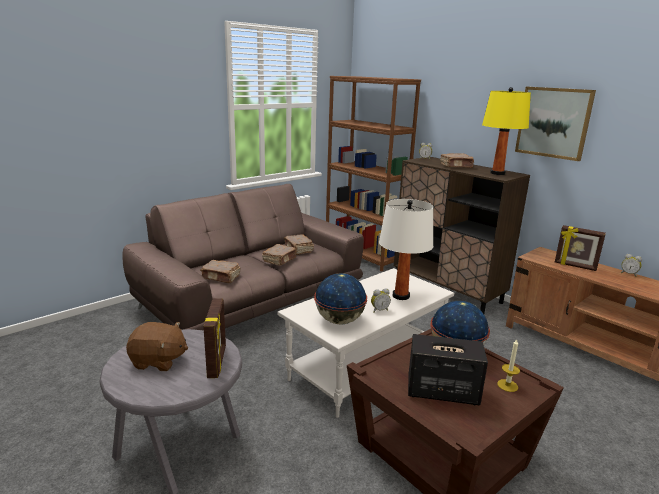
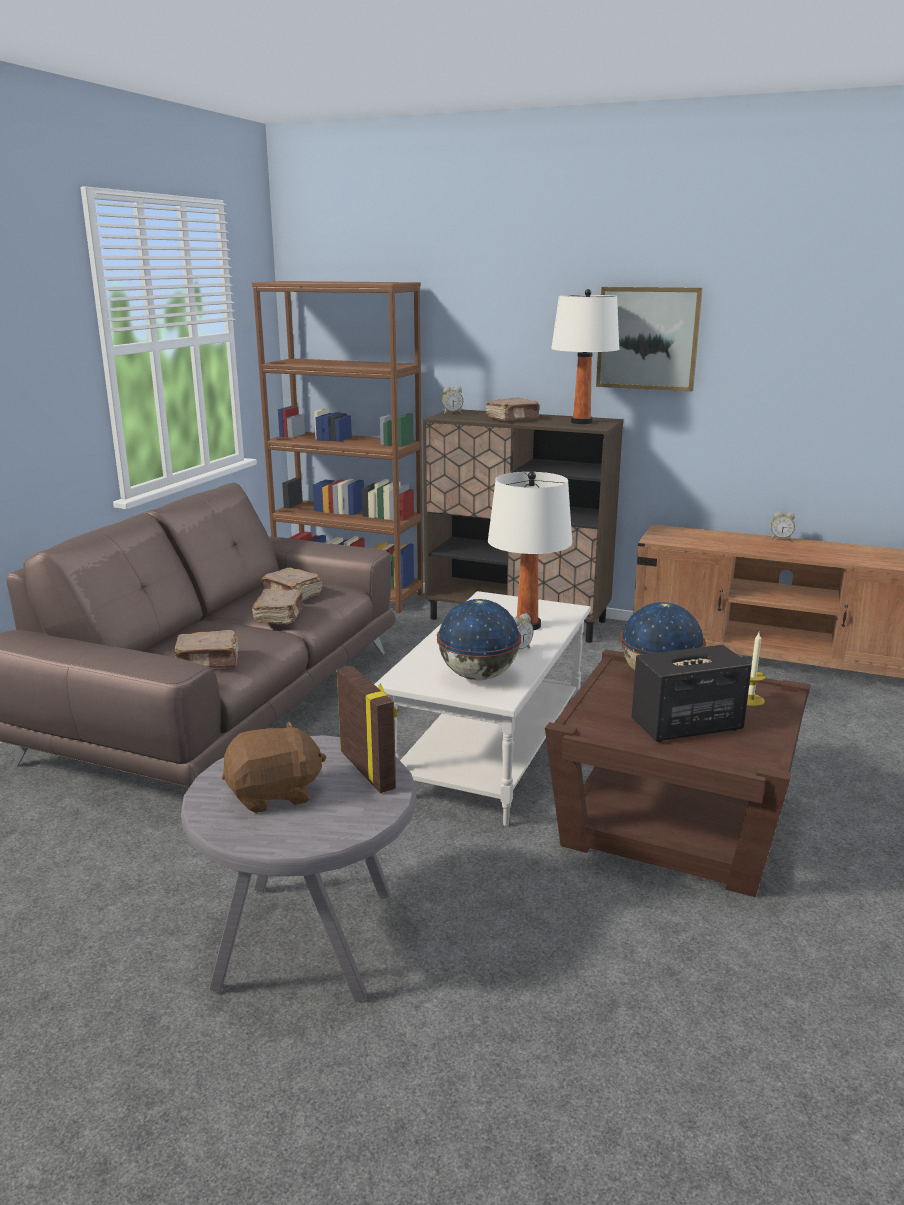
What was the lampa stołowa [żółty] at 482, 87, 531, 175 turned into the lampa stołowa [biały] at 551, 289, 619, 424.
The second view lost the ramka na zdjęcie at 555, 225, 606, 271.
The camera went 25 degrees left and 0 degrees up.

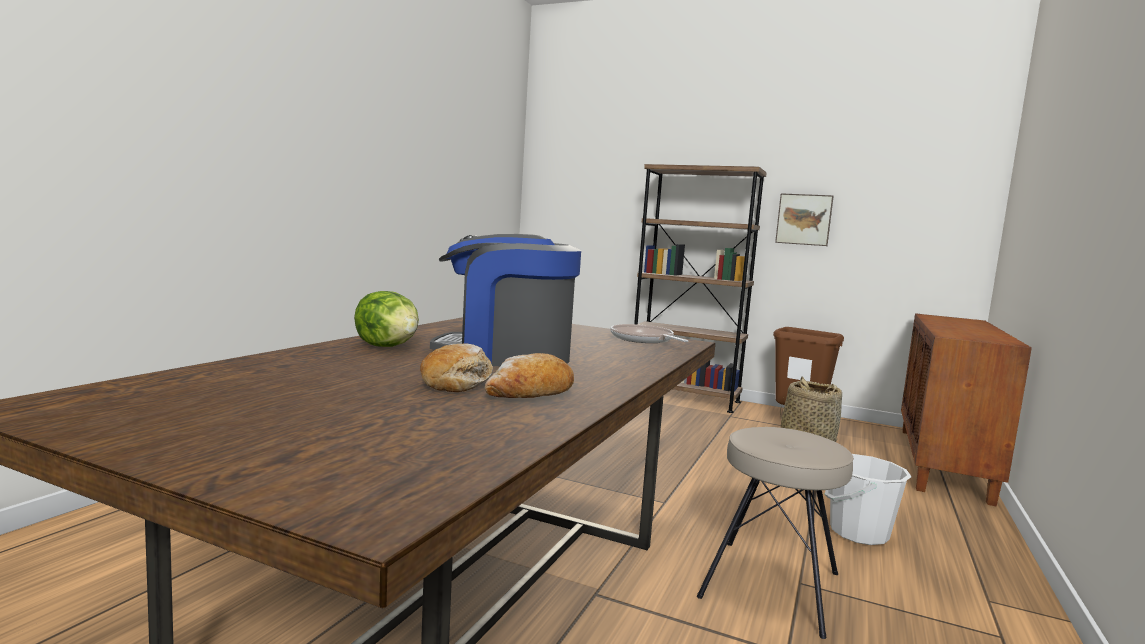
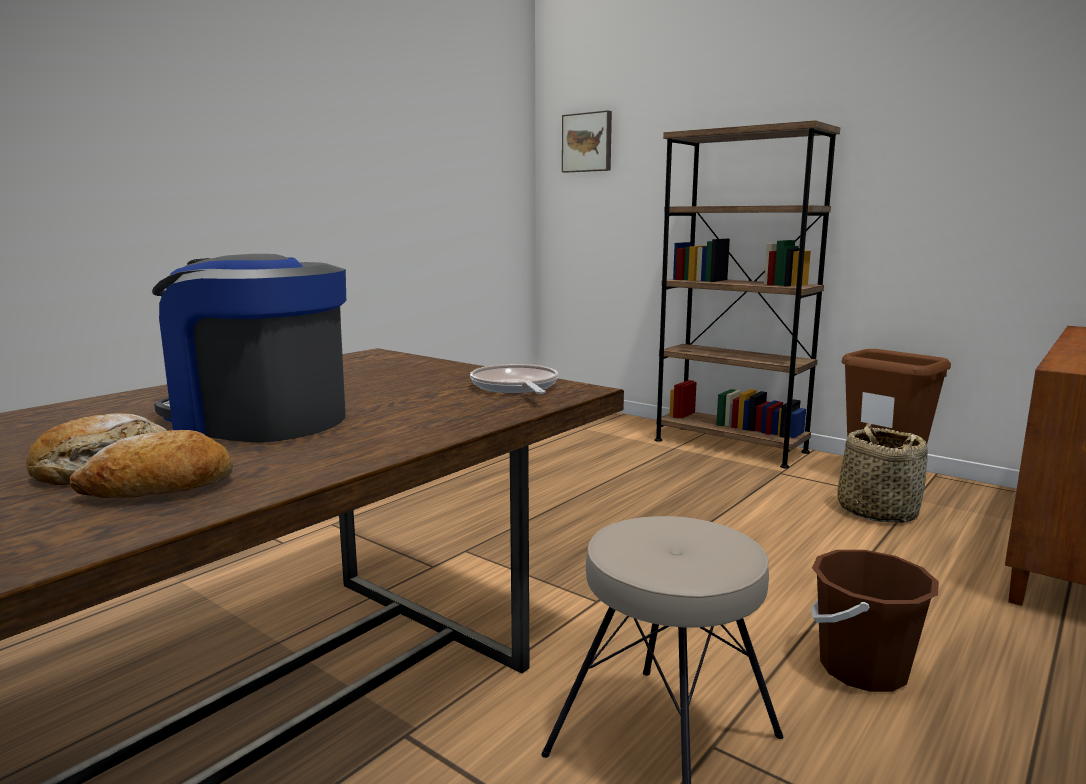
The second view lost the sałata at 354, 291, 419, 347.
The obraz ended up elsewhere, having gone from 775, 193, 834, 246 to 562, 110, 612, 172.
What was the wiadro [biały] at 825, 454, 912, 545 turned into the wiadro [brązowy] at 811, 550, 939, 692.
The camera went 15 degrees right and 5 degrees up.

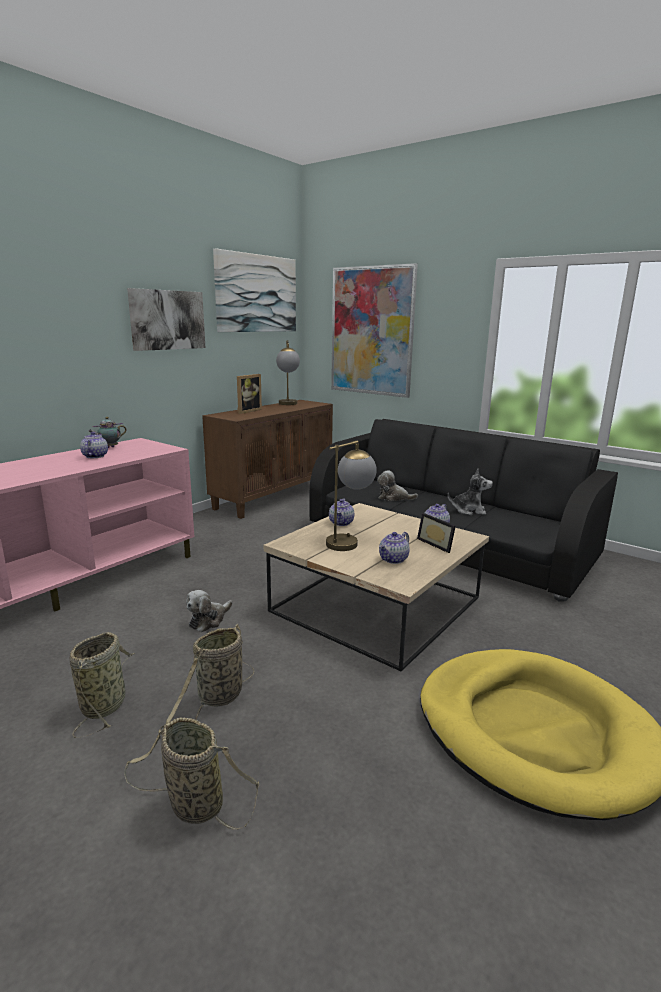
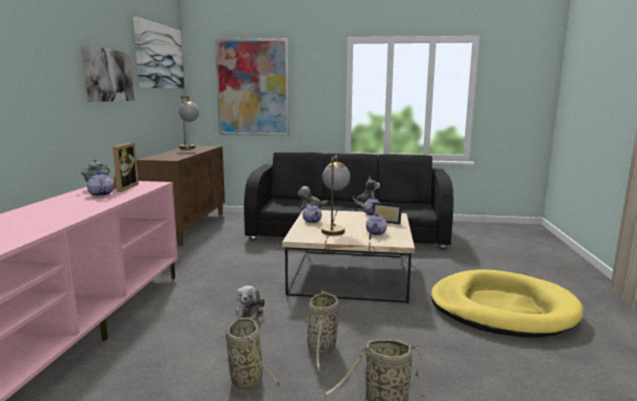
The ramka na zdjęcie ended up elsewhere, having gone from 237, 374, 262, 414 to 113, 143, 139, 192.
The camera went 30 degrees left and 5 degrees down.

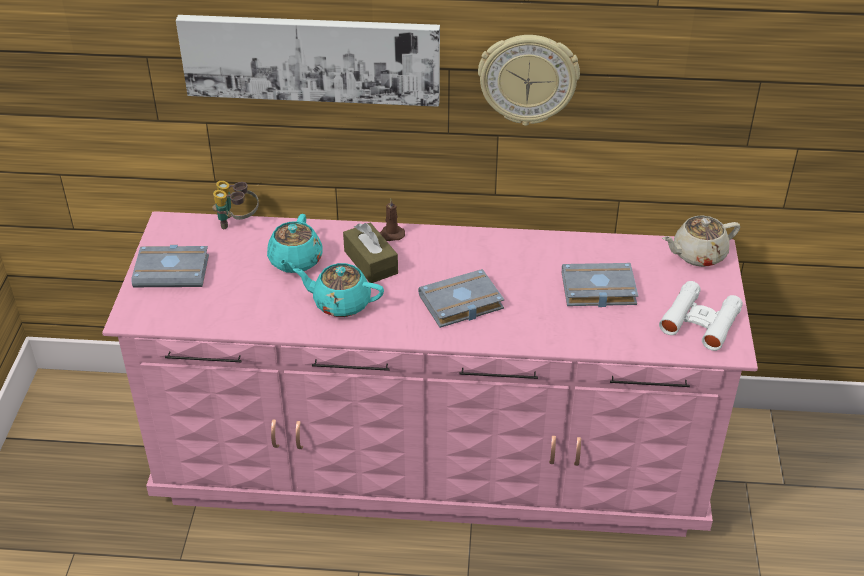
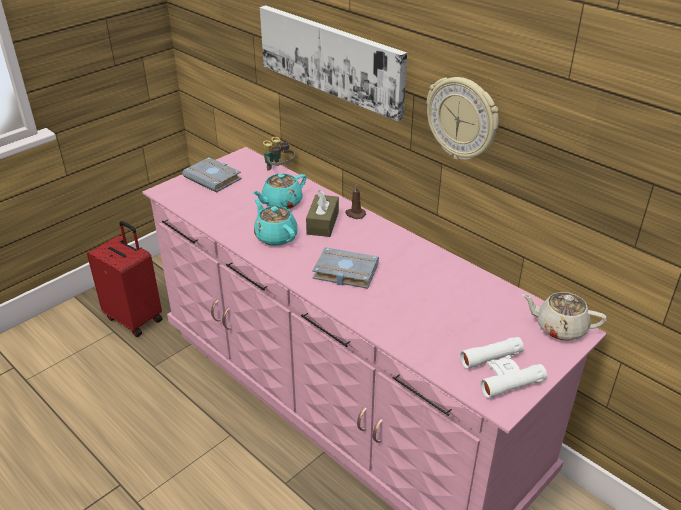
The second view lost the książka [szary] at 562, 263, 638, 307.
The second view gained the walizka [czerwony] at 87, 221, 163, 337.
The camera went 40 degrees right and 5 degrees down.

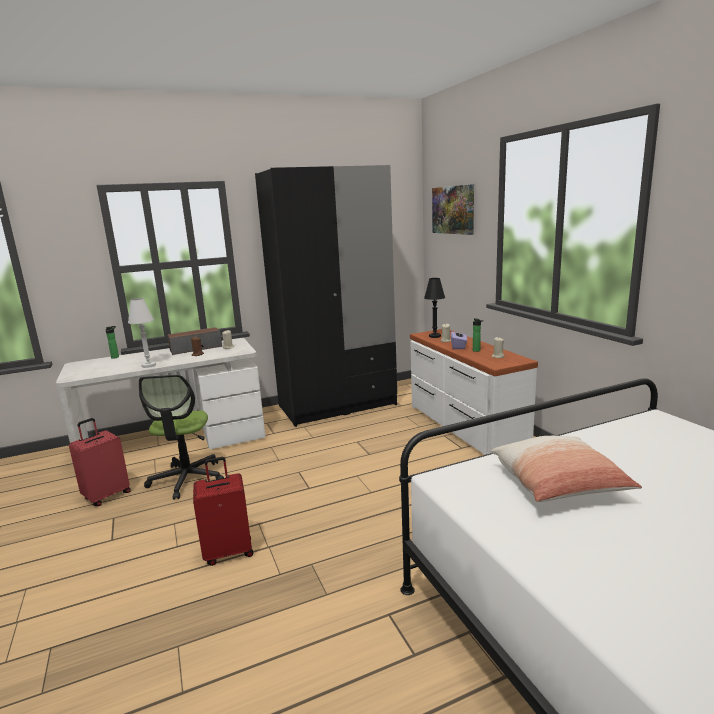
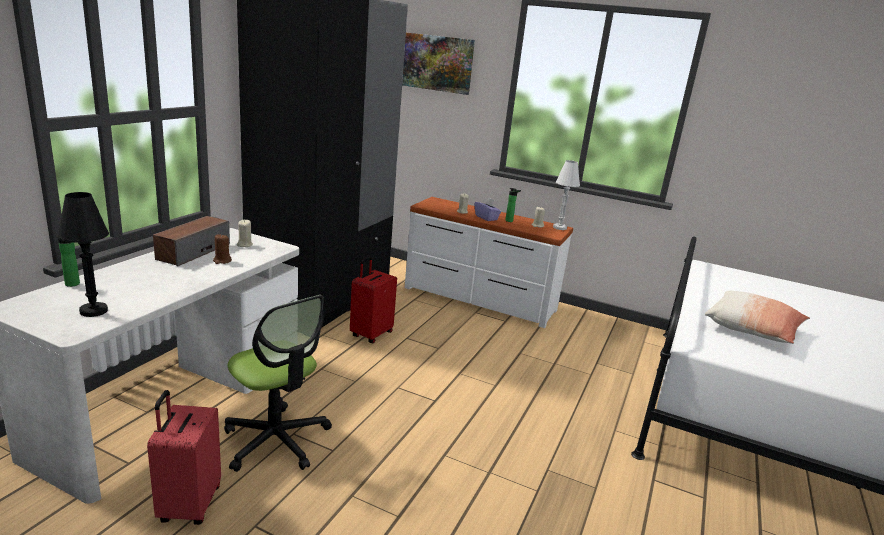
The lampa stołowa [biały] ended up elsewhere, having gone from 128, 298, 156, 368 to 553, 160, 580, 230.
The walizka [czerwony] ended up elsewhere, having gone from 193, 457, 253, 566 to 350, 256, 397, 344.
The lampa stołowa [czarny] ended up elsewhere, having gone from 424, 278, 445, 338 to 58, 192, 109, 317.
The camera went 45 degrees left and 5 degrees up.

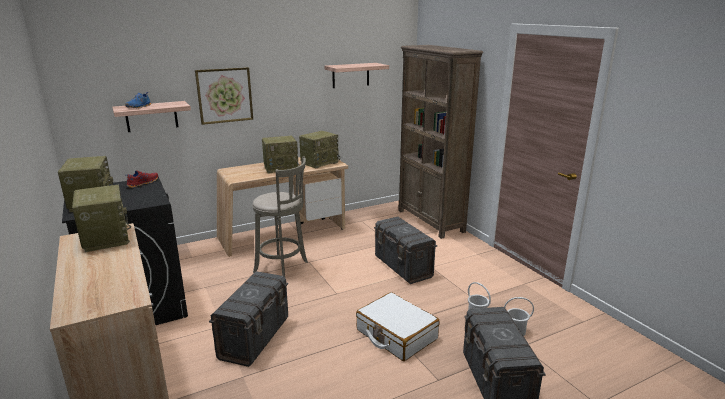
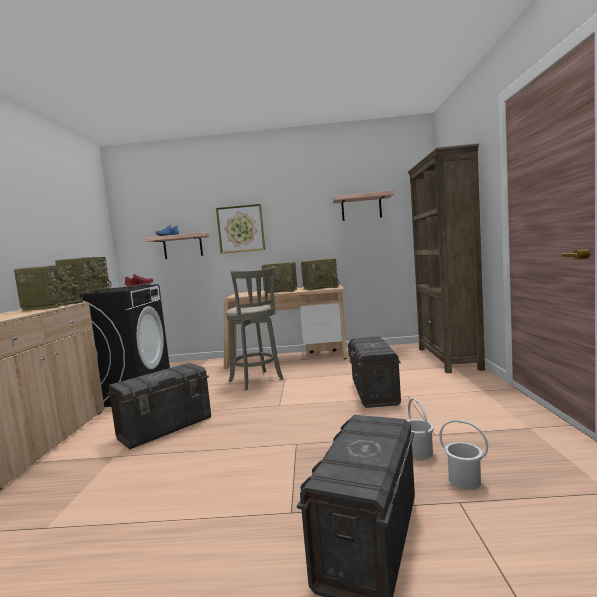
The second view lost the walizka [biały] at 356, 292, 439, 361.
The camera went 30 degrees right and 15 degrees down.

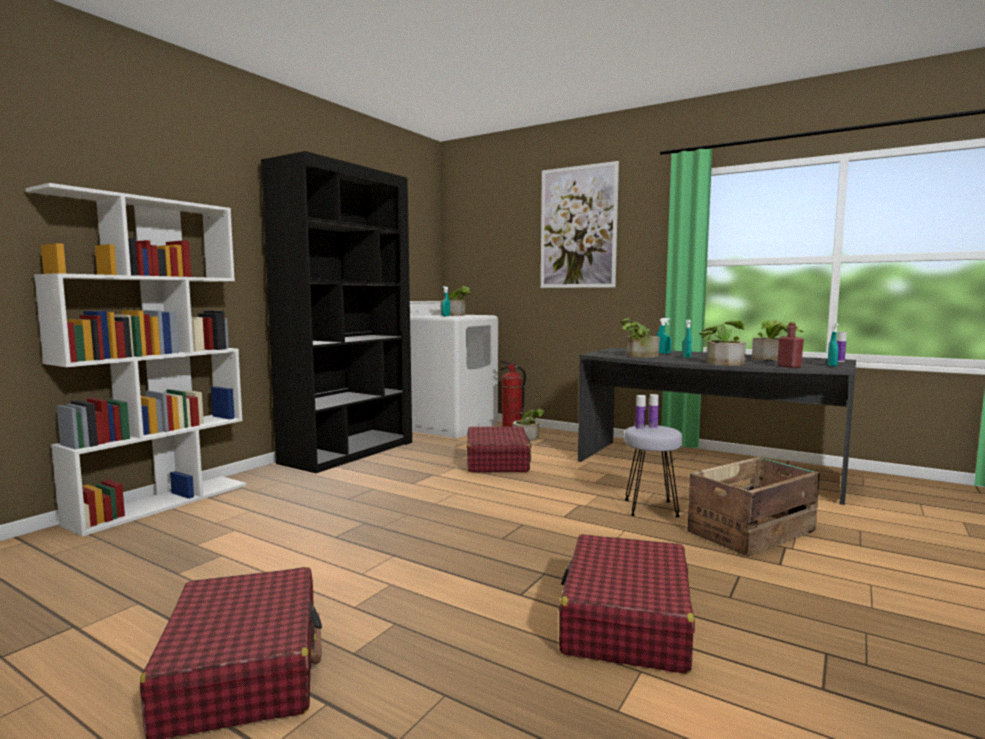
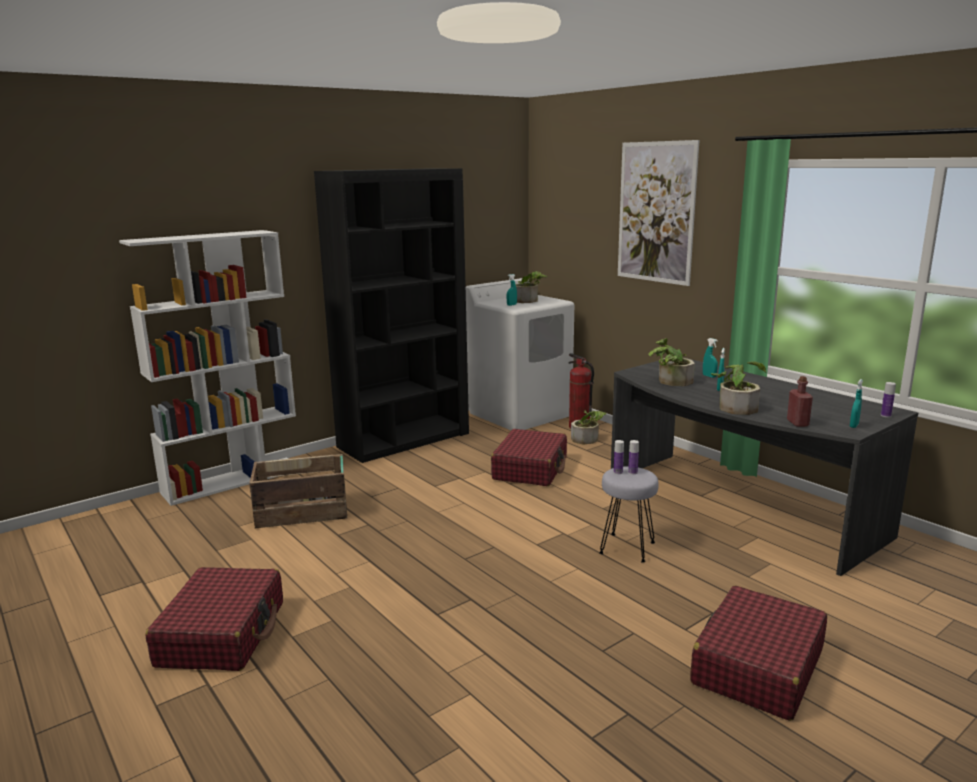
The walizka [czerwony] ended up elsewhere, having gone from 559, 534, 695, 674 to 691, 585, 827, 721.
The skrzynka ended up elsewhere, having gone from 687, 457, 820, 557 to 249, 454, 347, 528.
The second view lost the roślina doniczkowa at 752, 320, 803, 361.
The camera went 20 degrees right and 10 degrees up.

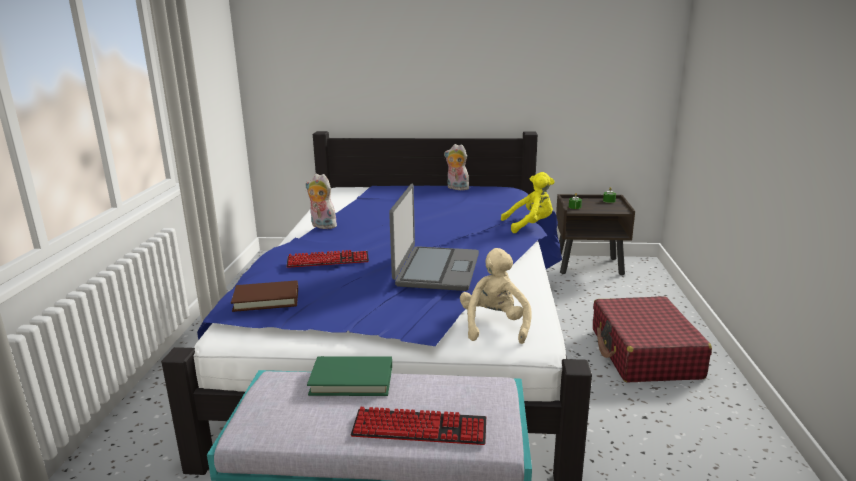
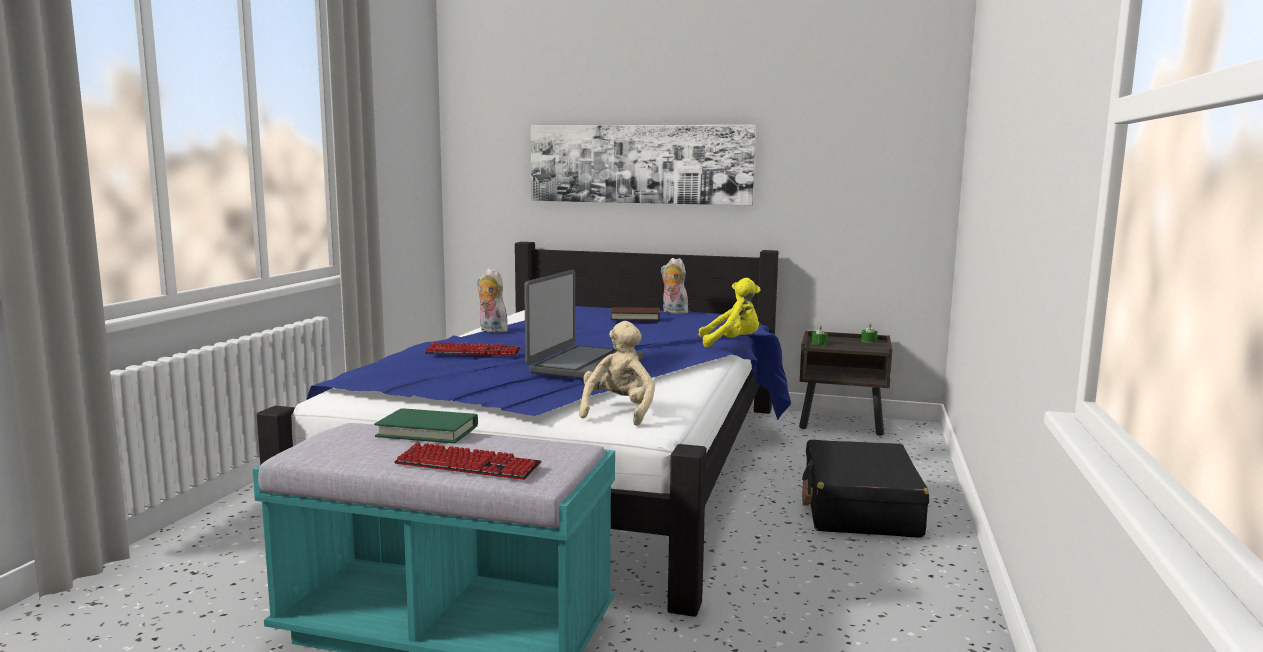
The książka [brązowy] ended up elsewhere, having gone from 231, 280, 298, 312 to 611, 307, 660, 321.
What was the walizka [czerwony] at 593, 296, 712, 382 turned into the walizka [czarny] at 802, 440, 929, 538.
The second view gained the obraz at 531, 125, 756, 206.
The camera went 10 degrees right and 10 degrees down.

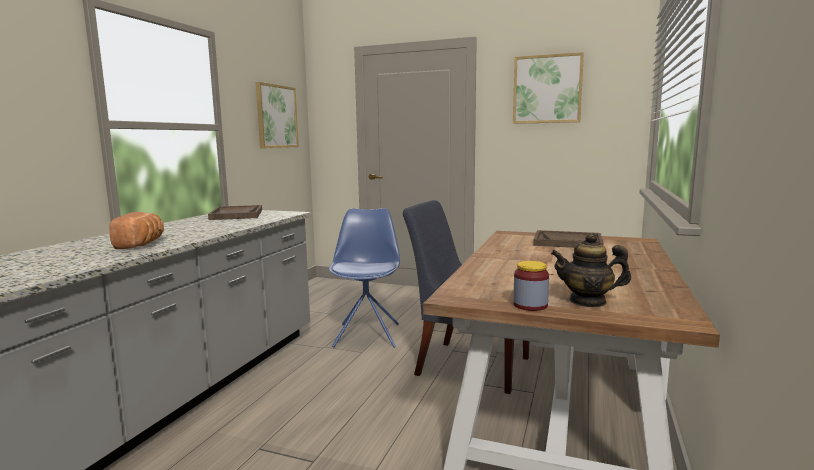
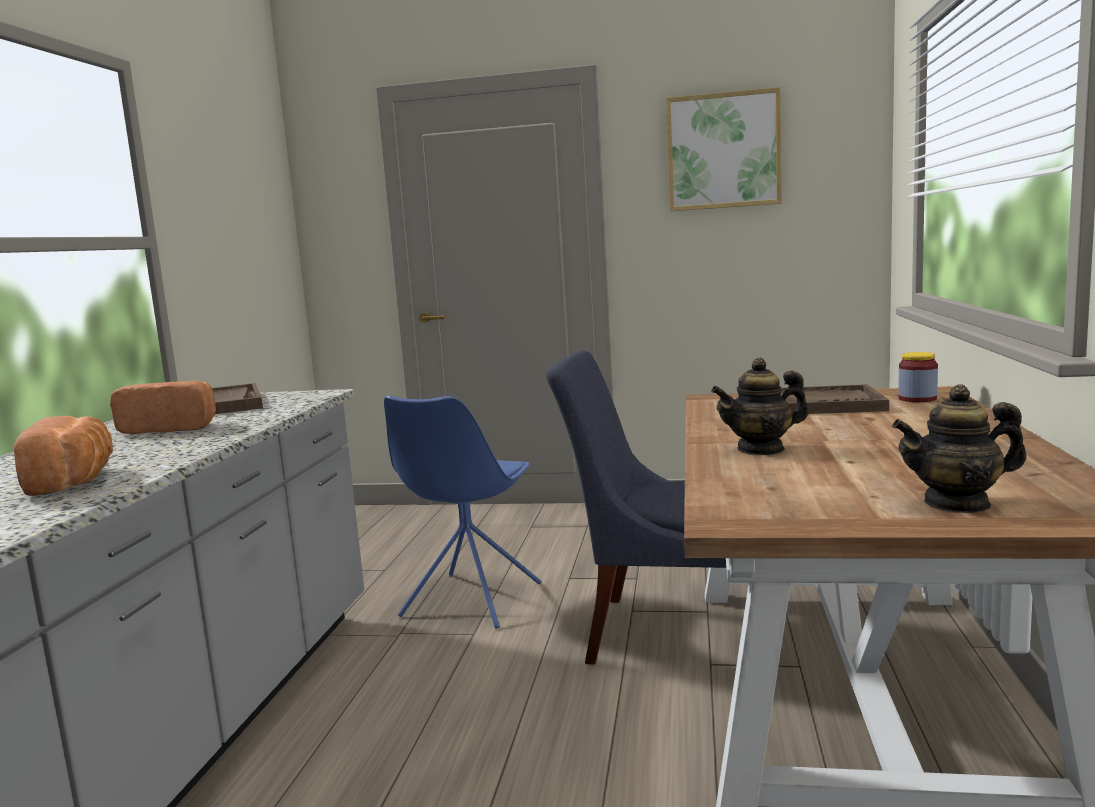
The second view lost the obraz at 256, 82, 299, 148.
The krzesło [niebieski] at 329, 208, 400, 348 ended up facing another way, 150 degrees counterclockwise from before.
The słoik ended up elsewhere, having gone from 513, 261, 549, 311 to 898, 352, 938, 402.
The second view gained the chleb at 110, 381, 216, 434.
The second view gained the imbryk at 711, 358, 809, 455.
The camera went 10 degrees left and 0 degrees up.

